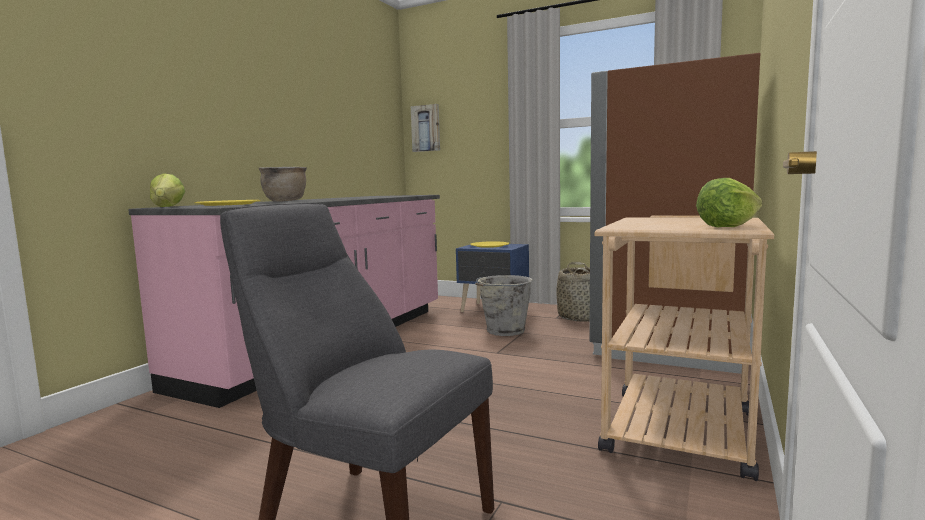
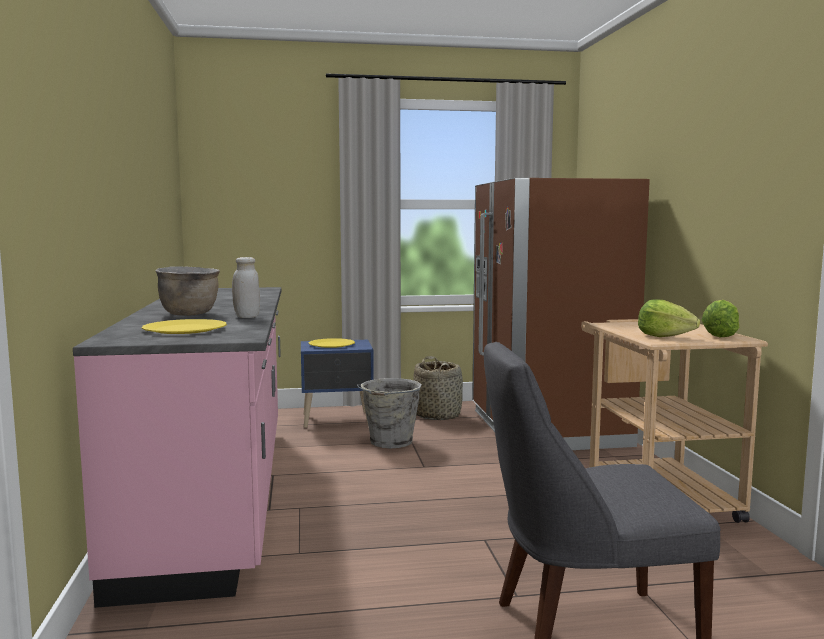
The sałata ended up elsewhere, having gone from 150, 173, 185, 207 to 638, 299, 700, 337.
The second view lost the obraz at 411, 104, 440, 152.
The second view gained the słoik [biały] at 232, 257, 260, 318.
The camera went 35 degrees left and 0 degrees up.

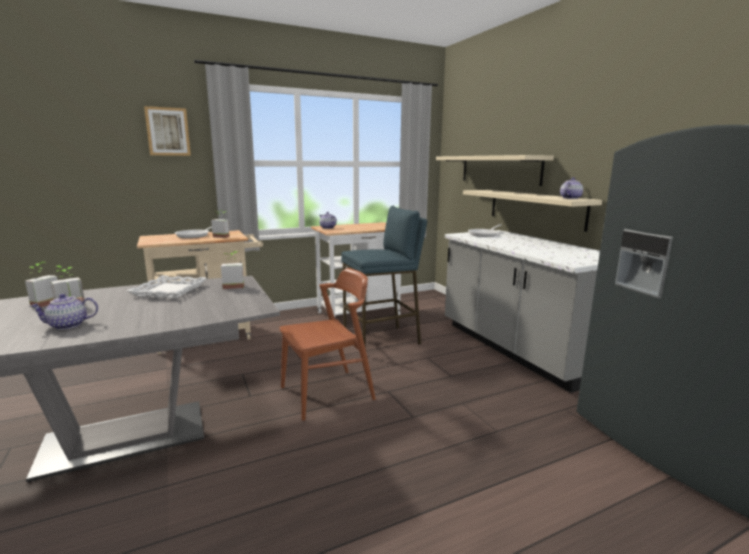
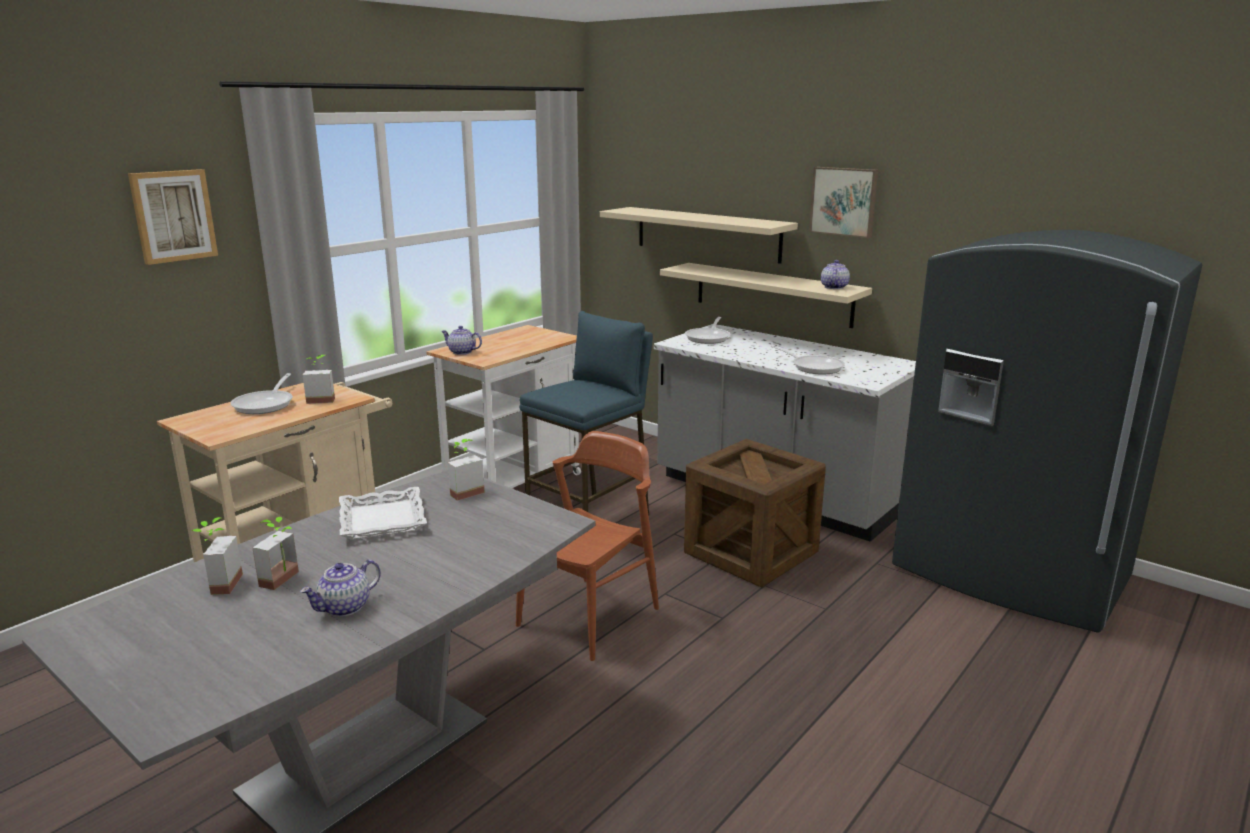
The second view gained the skrzynka at 684, 439, 826, 587.
The second view gained the patelnia at 770, 345, 845, 375.
The second view gained the obraz at 809, 167, 878, 238.
The camera went 25 degrees left and 5 degrees up.

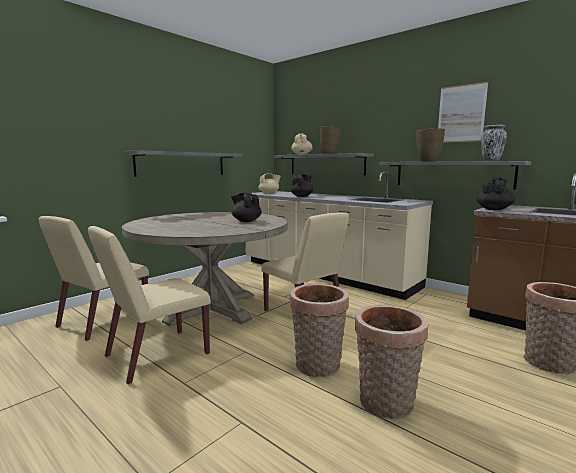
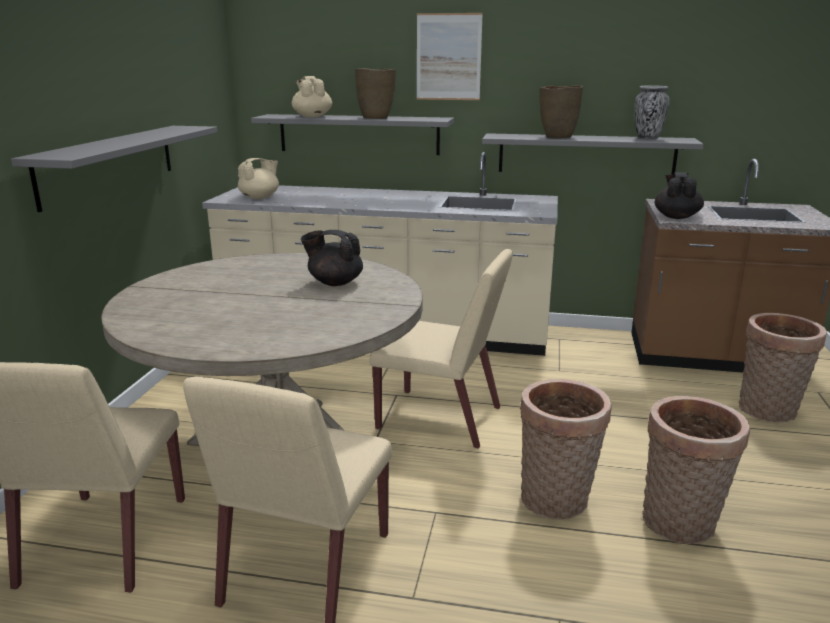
The second view lost the imbryk [czarny] at 291, 174, 314, 197.
The obraz ended up elsewhere, having gone from 438, 82, 488, 143 to 417, 13, 483, 100.
The camera went 30 degrees left and 10 degrees up.

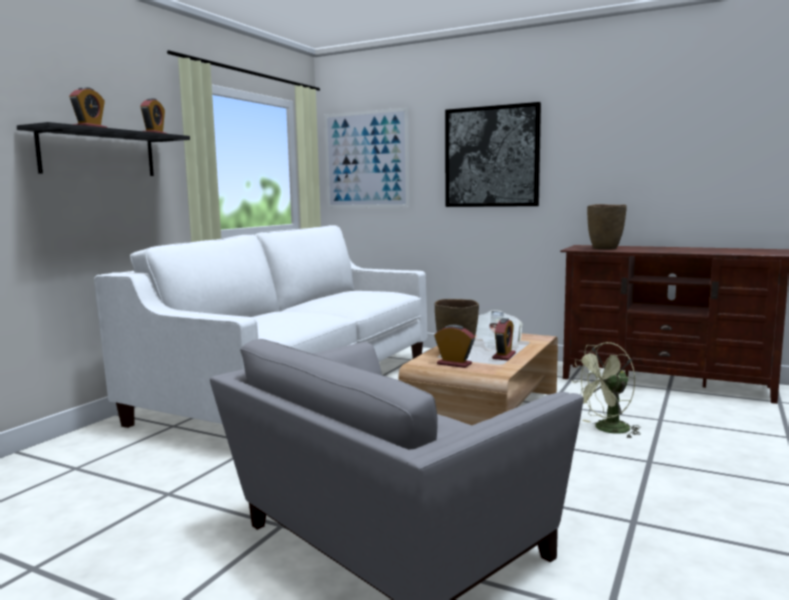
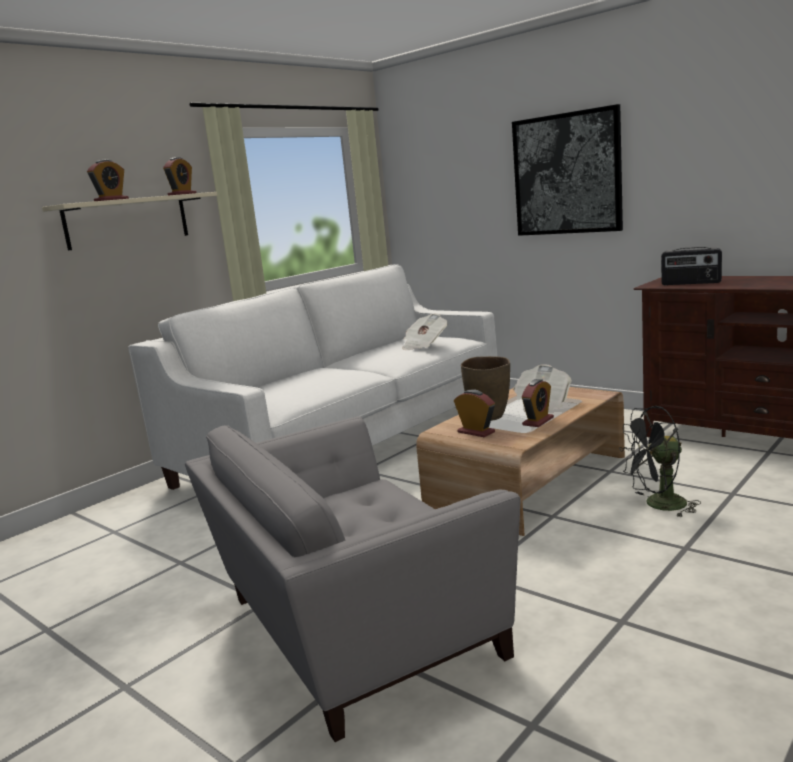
What was the półka [czarny] at 17, 122, 190, 176 turned into the półka [beżowy] at 42, 192, 217, 251.
The second view lost the obraz at 324, 107, 409, 208.
What was the wentylator [zielony] at 571, 342, 641, 439 turned into the wentylator [czarny] at 619, 406, 701, 518.
Where the wazon [brązowy] stood at 587, 204, 627, 250, the radio came to stand at 661, 247, 722, 285.
The second view gained the gazeta at 402, 314, 447, 350.
The camera went 15 degrees right and 5 degrees up.

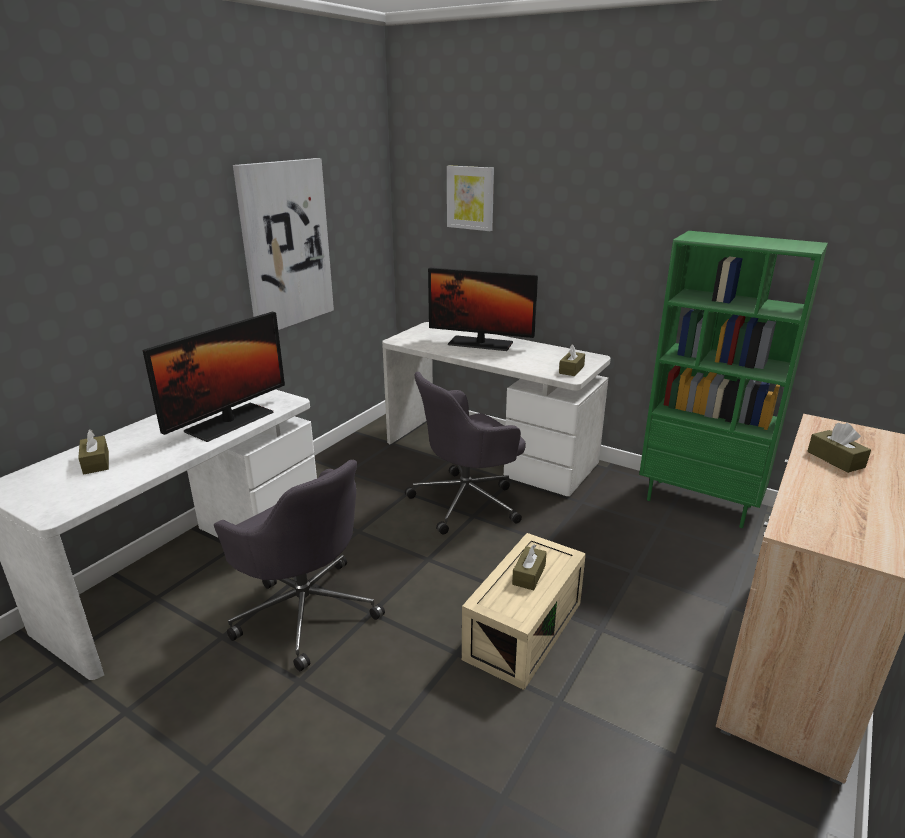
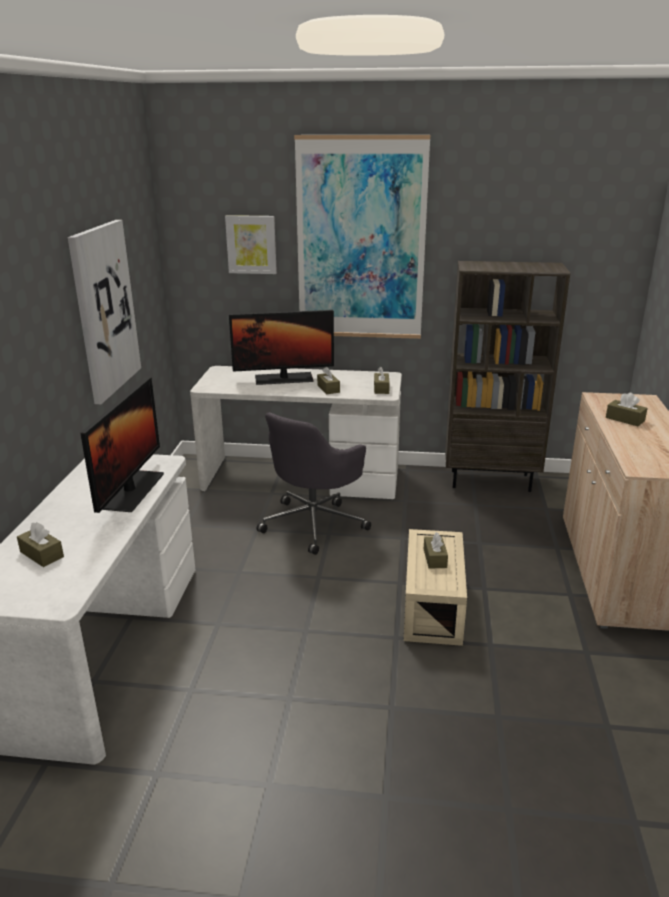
The second view lost the krzesło biurowe [szary] at 214, 460, 385, 671.
What was the regał [zielony] at 639, 231, 828, 528 turned into the regał [brązowy] at 445, 261, 570, 492.
The second view gained the obraz at 294, 135, 430, 339.
The second view gained the pudełko chusteczek [brązowy] at 317, 367, 340, 394.
The camera went 25 degrees left and 0 degrees up.

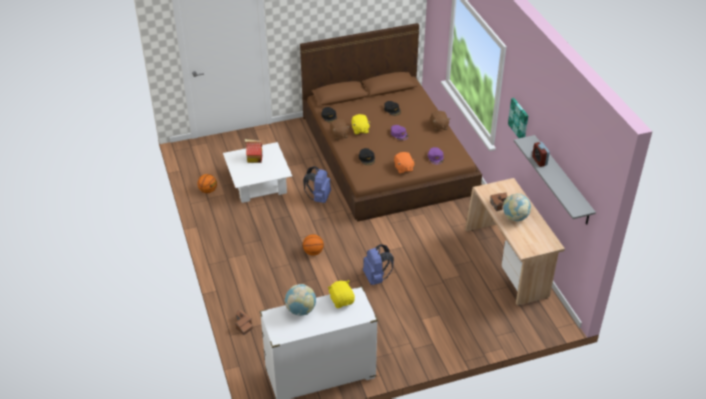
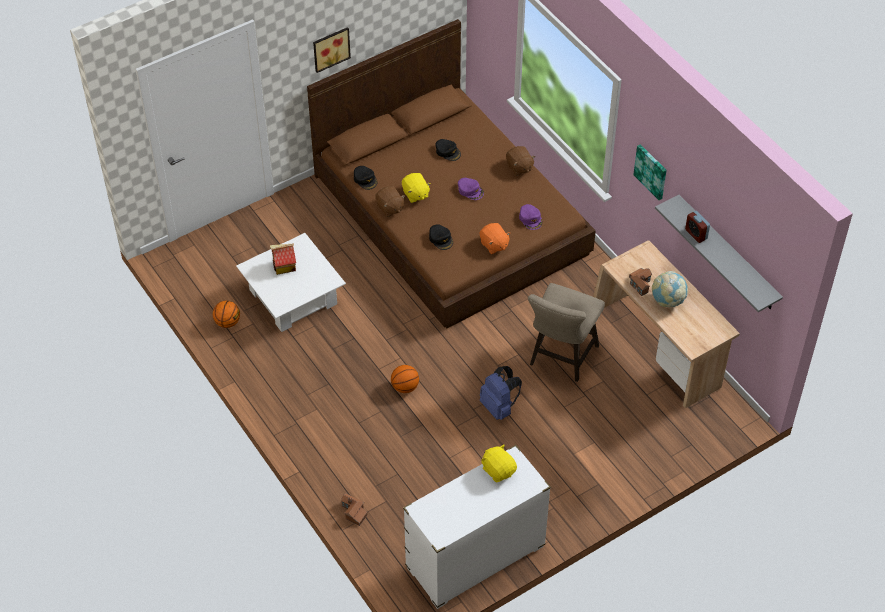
The second view lost the globus at 285, 284, 316, 316.
The second view lost the plecak [niebieski] at 303, 166, 331, 203.
The second view gained the obraz at 313, 27, 351, 73.
The second view gained the stołek [beżowy] at 528, 283, 605, 382.
The camera went 15 degrees left and 10 degrees up.

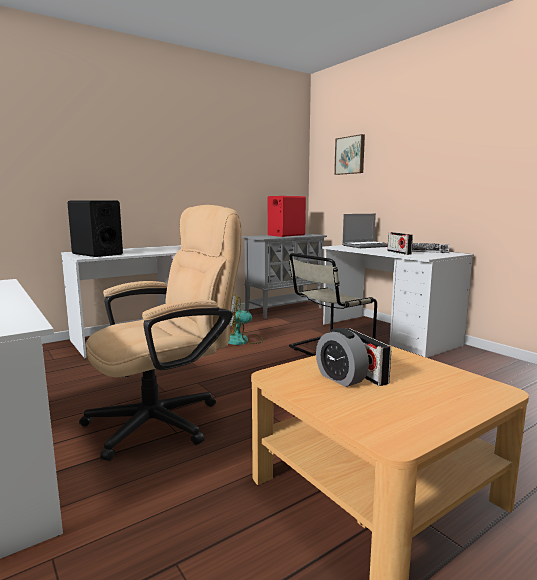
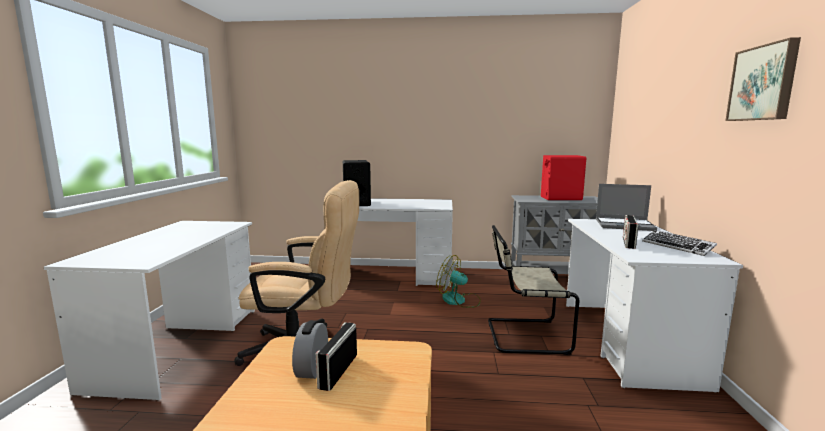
The obraz ended up elsewhere, having gone from 334, 134, 365, 175 to 725, 37, 801, 121.
The camera went 40 degrees right and 0 degrees up.

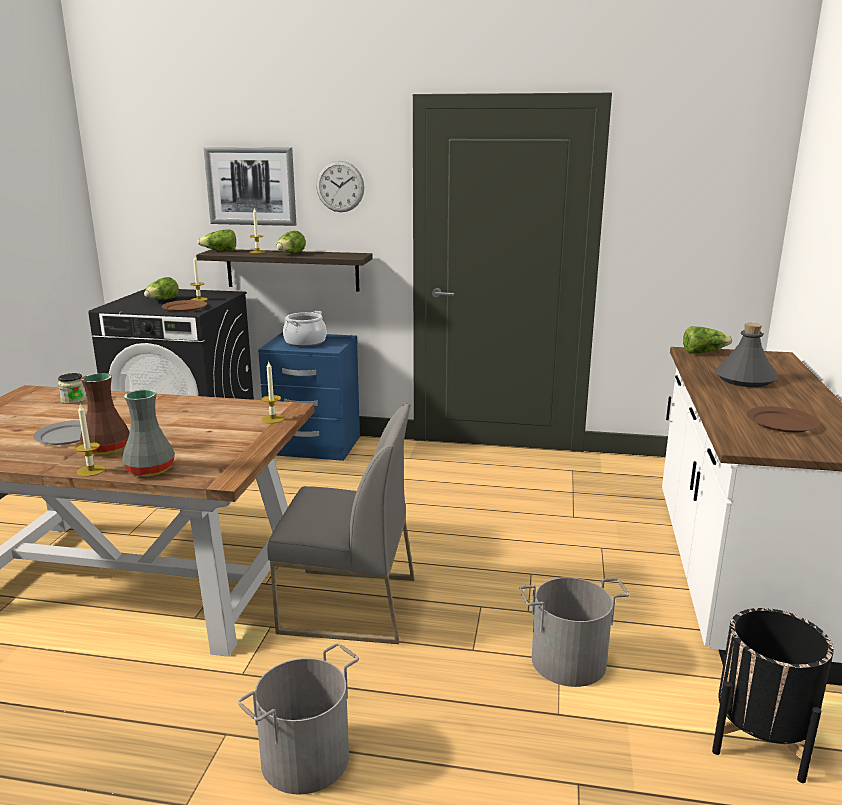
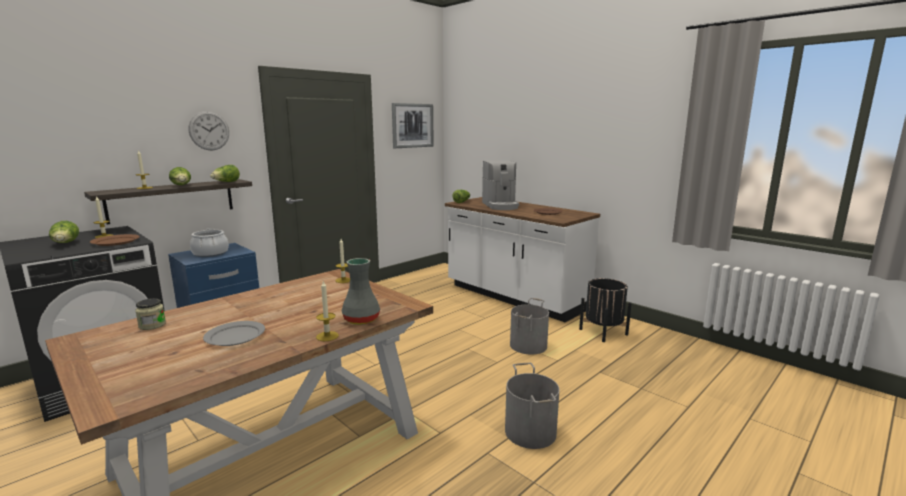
The second view lost the wazon [brązowy] at 80, 373, 130, 455.
The sałata ended up elsewhere, having gone from 197, 229, 236, 252 to 210, 165, 240, 182.
The obraz ended up elsewhere, having gone from 203, 147, 296, 226 to 392, 103, 434, 148.
The second view lost the krzesło [szary] at 267, 403, 415, 644.
Where the butelka [szary] stood at 715, 323, 778, 387, the ekspres do kawy came to stand at 482, 160, 519, 210.
The camera went 55 degrees left and 5 degrees down.

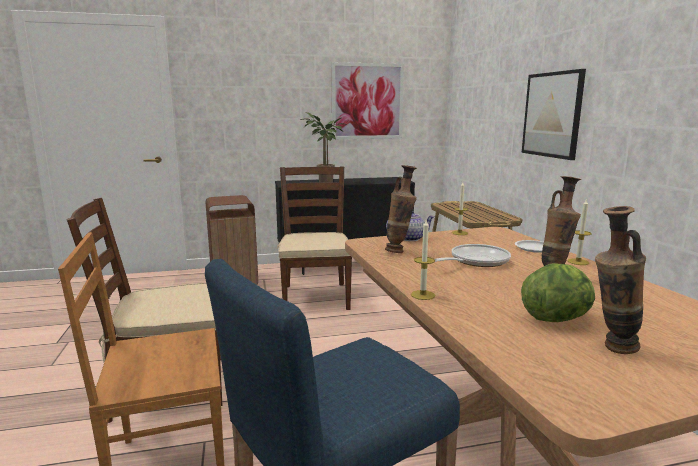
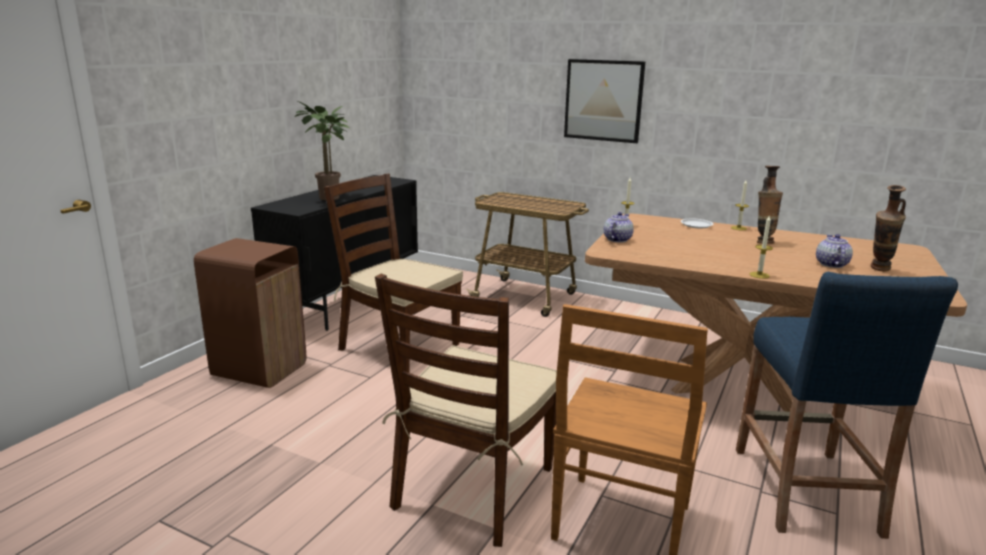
The second view lost the obraz at 331, 62, 404, 139.
The second view lost the wazon at 385, 165, 417, 253.
The second view lost the patelnia at 435, 244, 511, 267.
Where the sałata stood at 521, 263, 595, 322, the imbryk came to stand at 816, 234, 853, 268.
The camera went 50 degrees left and 5 degrees up.

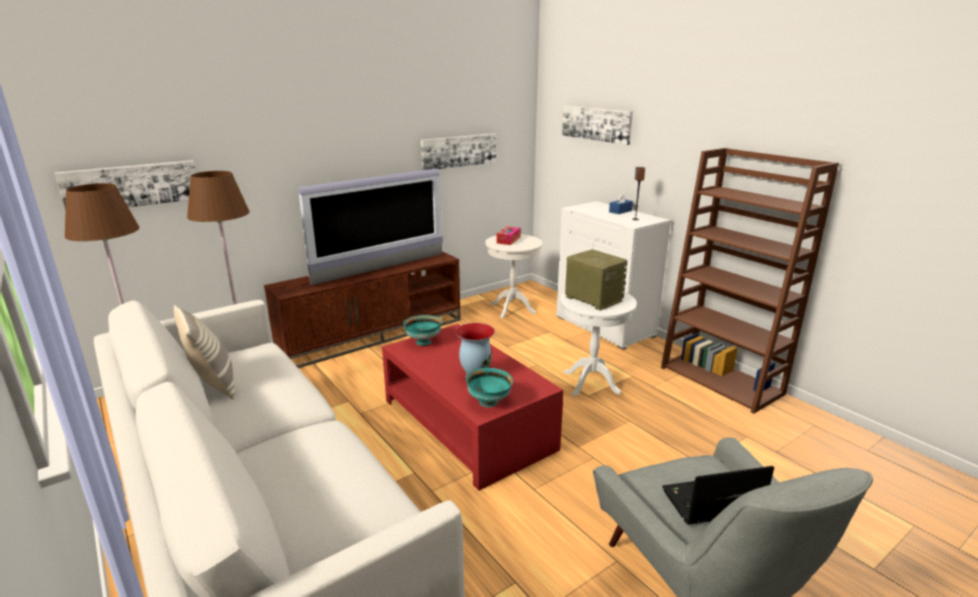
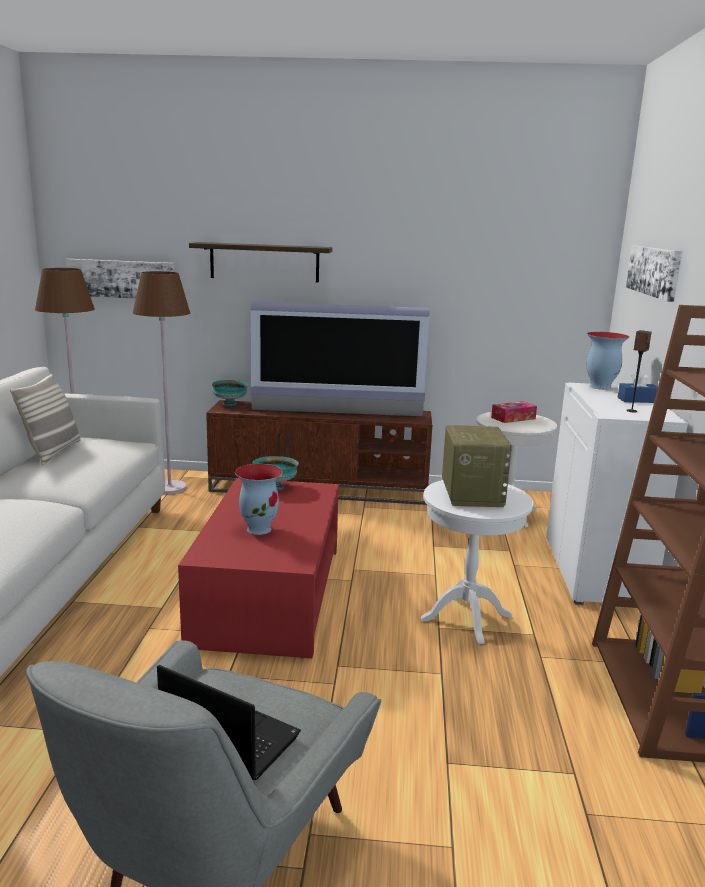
The second view lost the obraz at 421, 133, 496, 170.
The miska [turkusowy] ended up elsewhere, having gone from 466, 368, 513, 407 to 212, 380, 248, 406.
The second view gained the półka at 189, 242, 333, 283.
The second view gained the wazon at 586, 332, 629, 390.
The camera went 40 degrees right and 5 degrees down.

